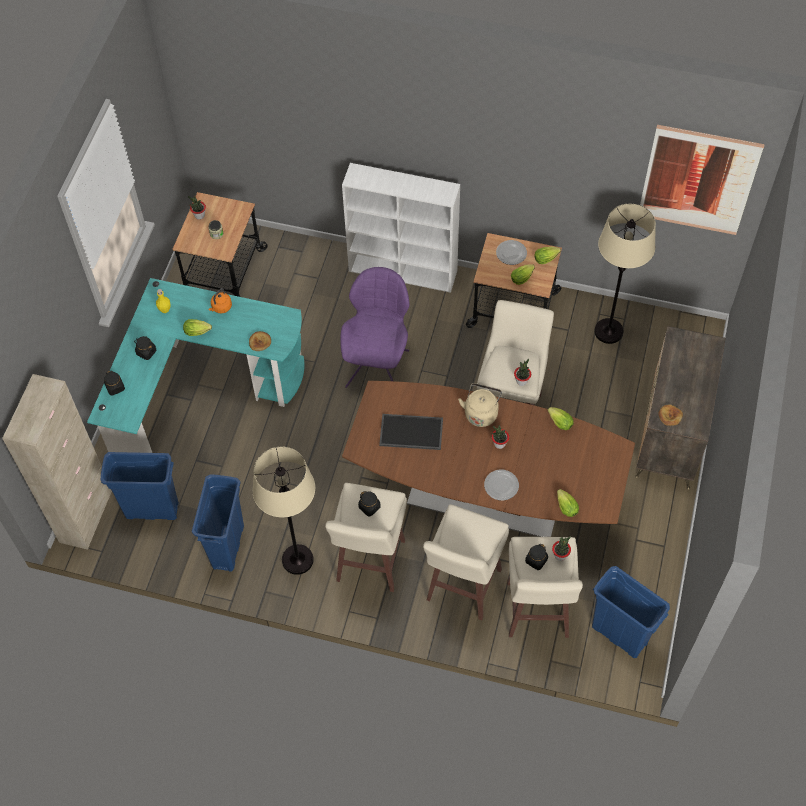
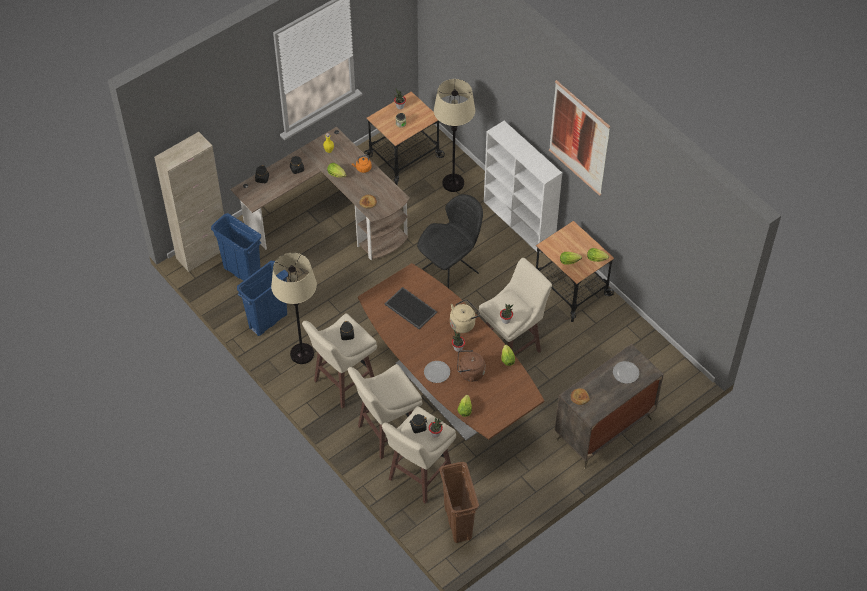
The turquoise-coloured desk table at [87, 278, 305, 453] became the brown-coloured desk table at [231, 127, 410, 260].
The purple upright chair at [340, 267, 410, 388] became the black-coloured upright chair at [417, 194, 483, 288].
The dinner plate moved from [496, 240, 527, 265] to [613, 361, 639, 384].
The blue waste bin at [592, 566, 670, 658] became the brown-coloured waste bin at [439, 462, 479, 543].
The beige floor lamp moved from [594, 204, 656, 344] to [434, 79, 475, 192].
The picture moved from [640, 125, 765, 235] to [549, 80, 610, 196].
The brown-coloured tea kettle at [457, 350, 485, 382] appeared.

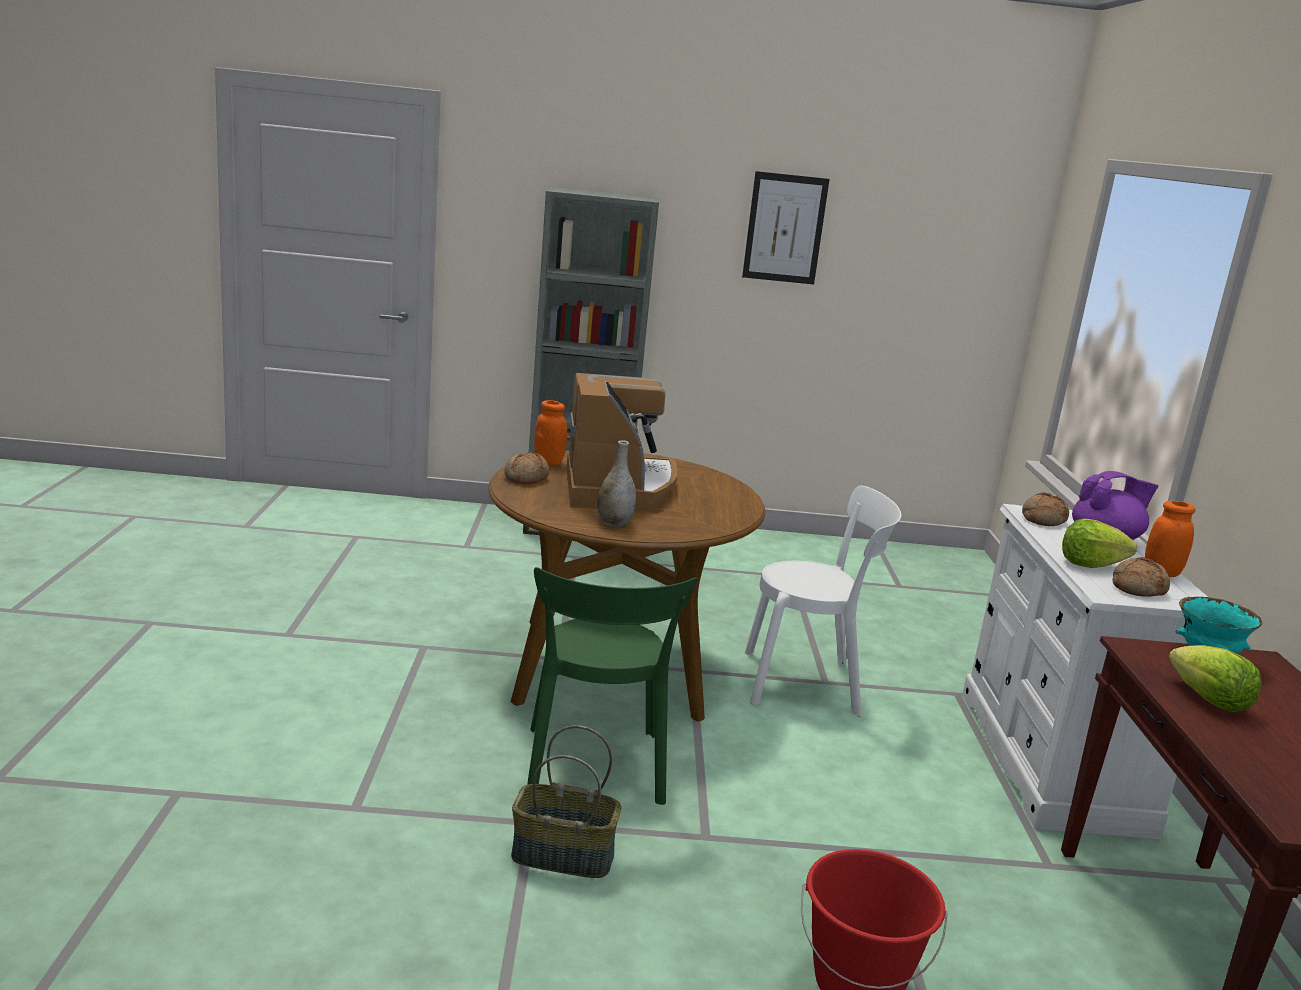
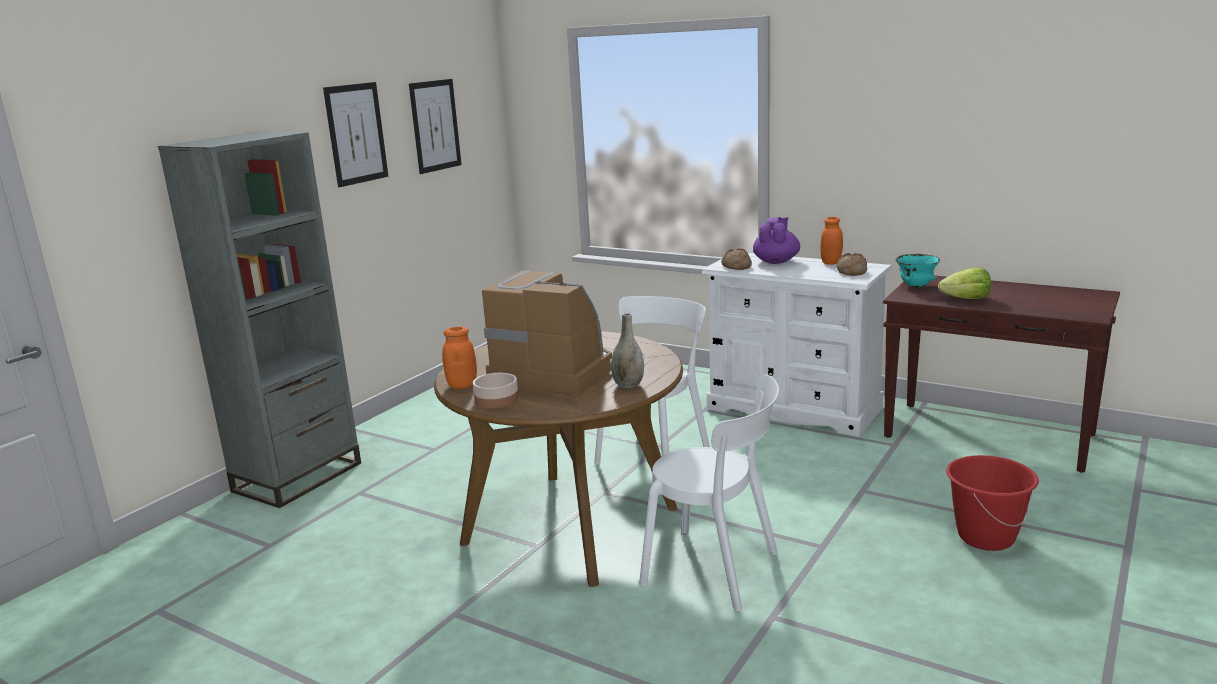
The bakery bread at [504, 452, 549, 484] was replaced by the bowl at [473, 373, 518, 408].
The household basket at [511, 725, 621, 878] disappeared.
The green-coloured upright chair at [527, 567, 698, 805] became the whitish upright chair at [639, 374, 779, 612].
The lettuce head at [1062, 519, 1137, 568] disappeared.
The picture at [409, 79, 462, 174] appeared.

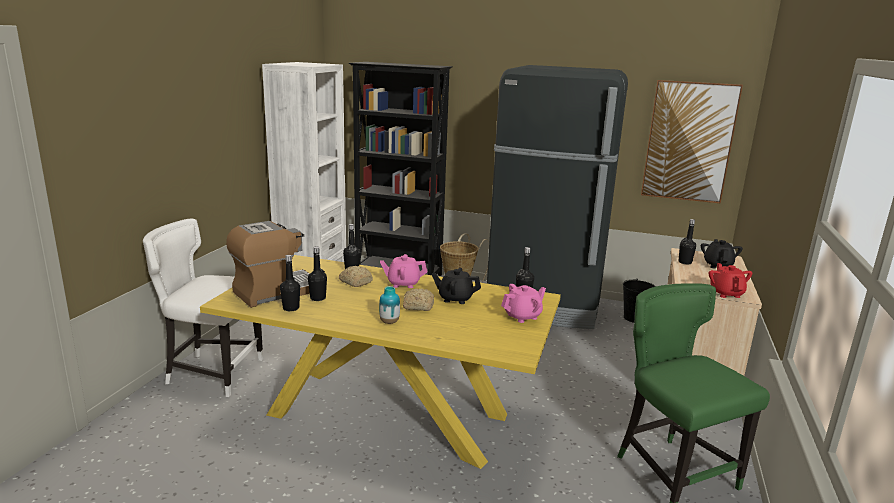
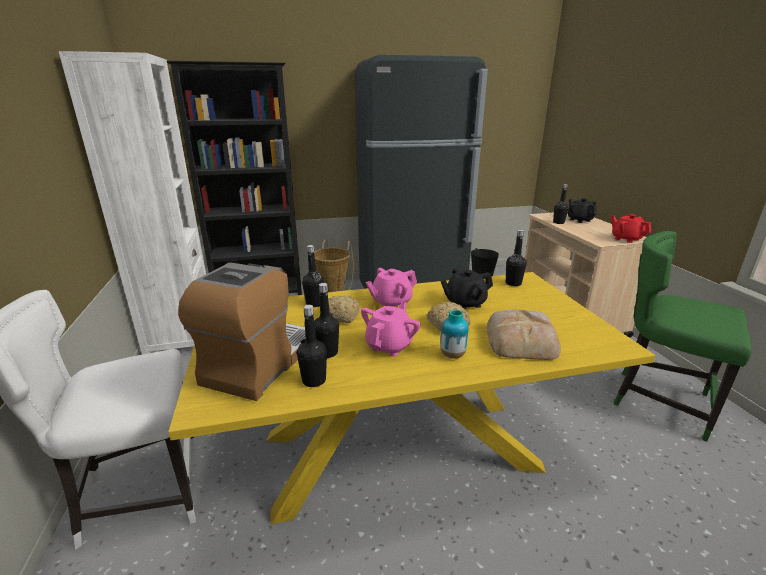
The pinkish teapot moved from [501, 284, 546, 323] to [361, 301, 421, 357].
The picture at [641, 80, 743, 203] disappeared.
The bakery bread at [487, 309, 561, 360] appeared.

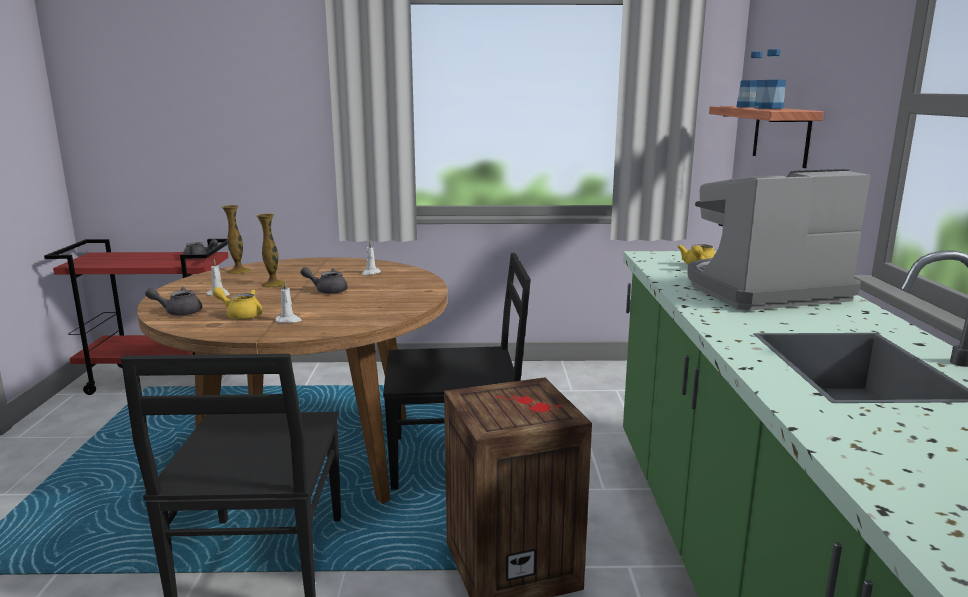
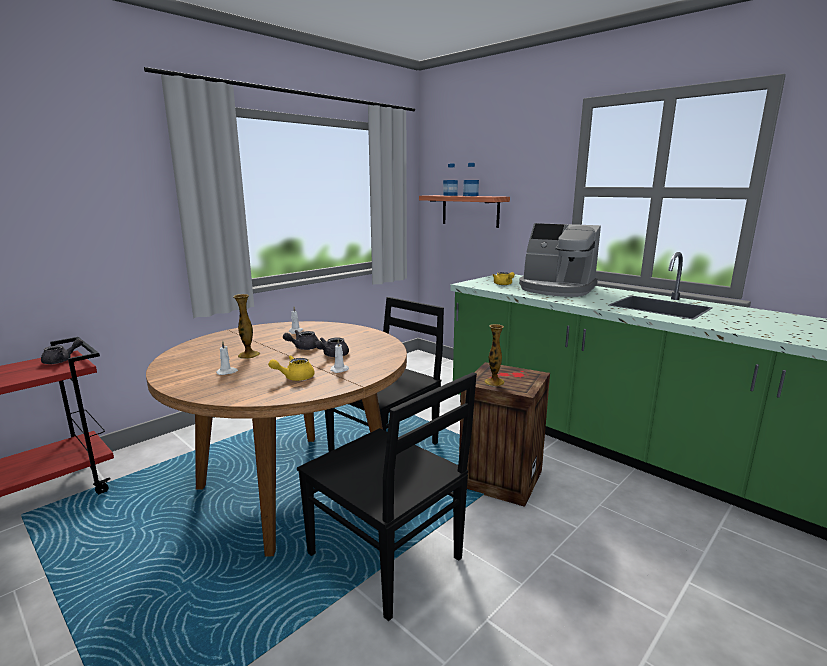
The grey teapot moved from [145, 287, 202, 316] to [315, 337, 349, 357].
The flower vase moved from [222, 205, 251, 274] to [484, 324, 505, 386].
The coffee maker at [687, 169, 871, 311] turned 90 degrees counterclockwise.

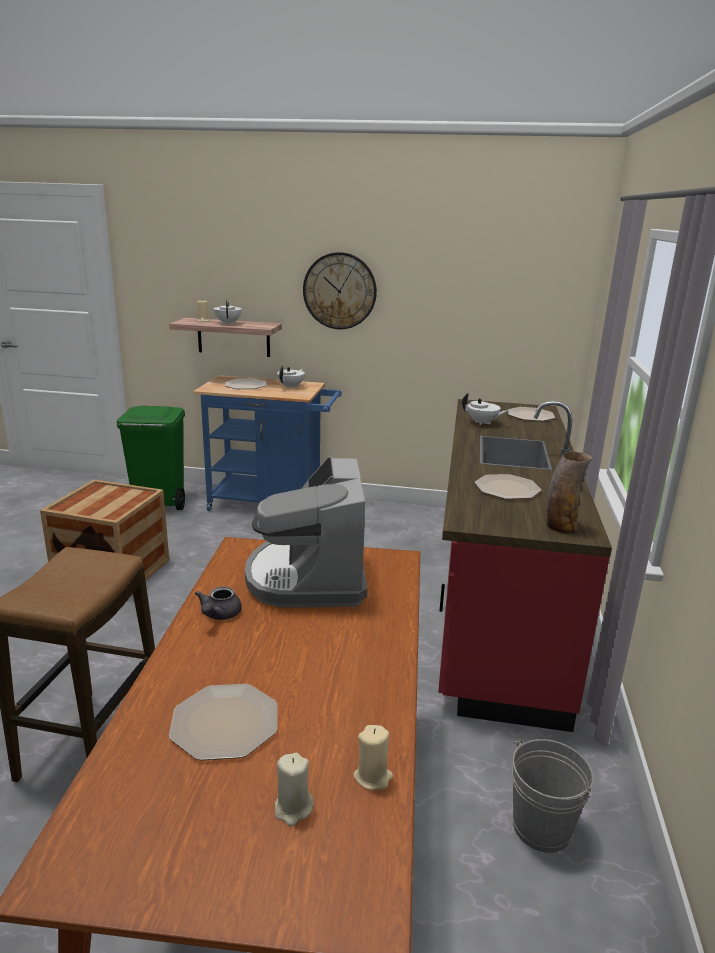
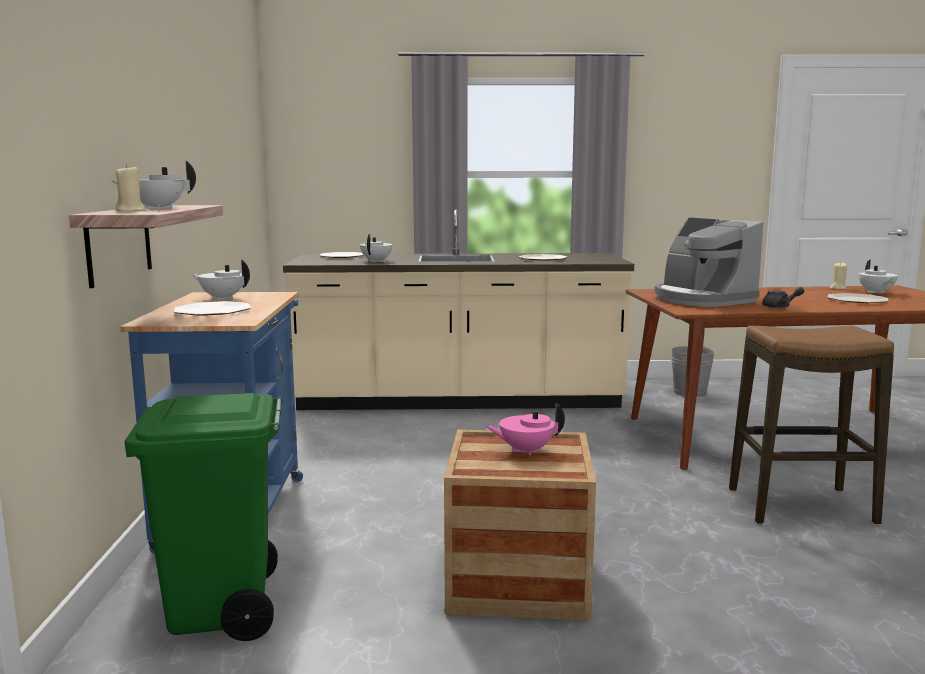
The coffee maker at [245, 457, 367, 608] turned 75 degrees clockwise.
The beige candle at [275, 753, 313, 826] was replaced by the whitish teapot at [859, 260, 898, 294].
The clock on the wall at [303, 252, 377, 329] disappeared.
The red counter at [438, 399, 612, 732] became the beige counter at [283, 210, 634, 410].
The flower vase at [547, 451, 592, 533] disappeared.
The pinkish teapot at [485, 403, 565, 456] appeared.

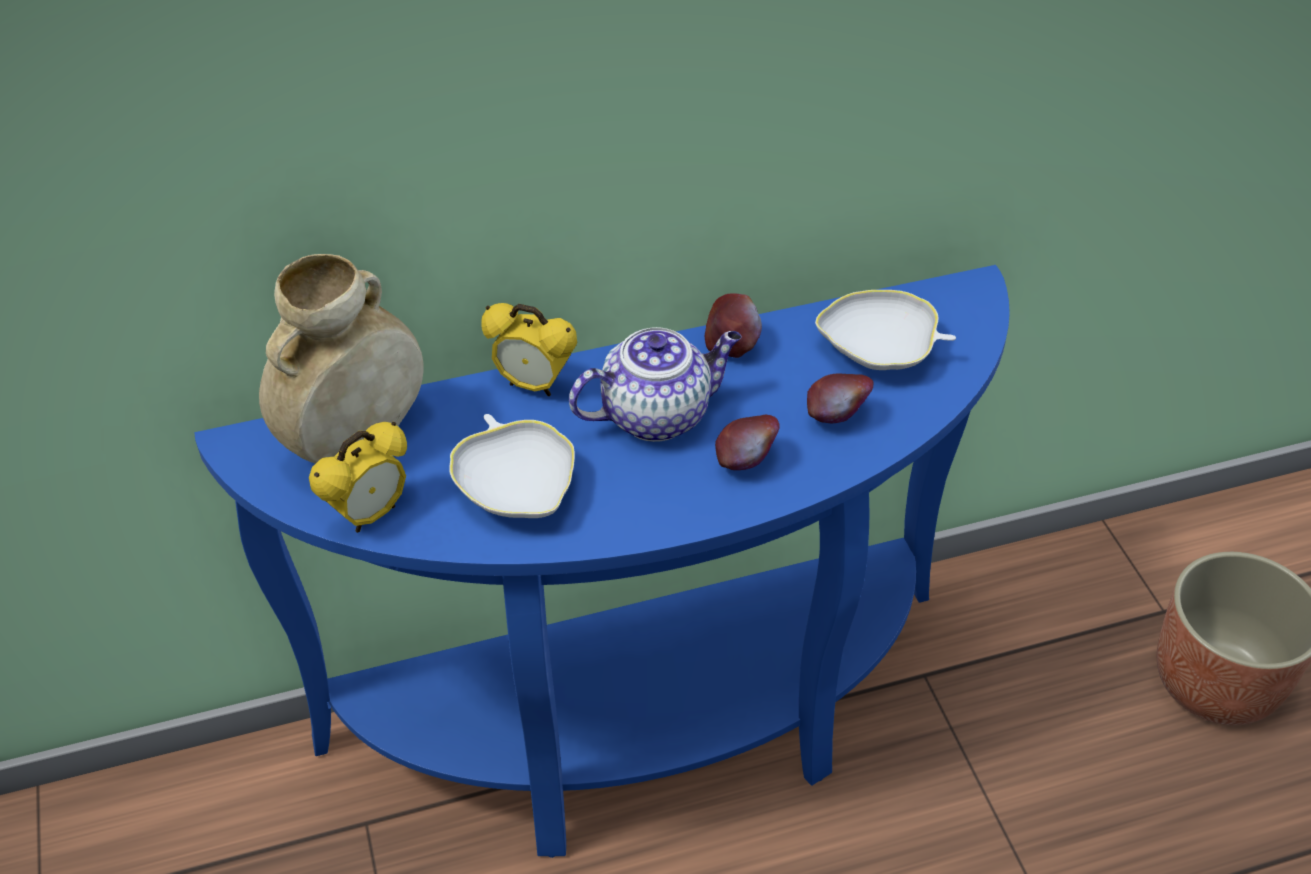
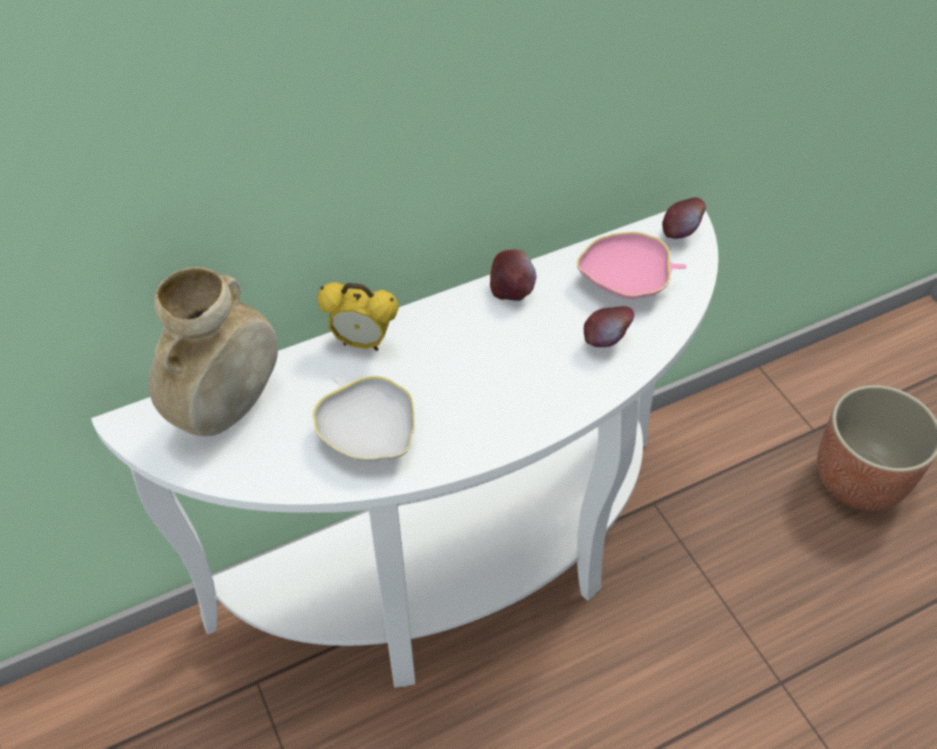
The blue hall table at [194, 265, 1010, 858] became the whitish hall table at [91, 210, 718, 688].
The table clock at [309, 422, 407, 533] disappeared.
The teapot at [569, 327, 741, 442] disappeared.
The whole apple moved from [715, 415, 780, 470] to [662, 197, 706, 239].
The whitish bowl at [815, 290, 956, 370] became the pinkish bowl at [577, 232, 687, 299].

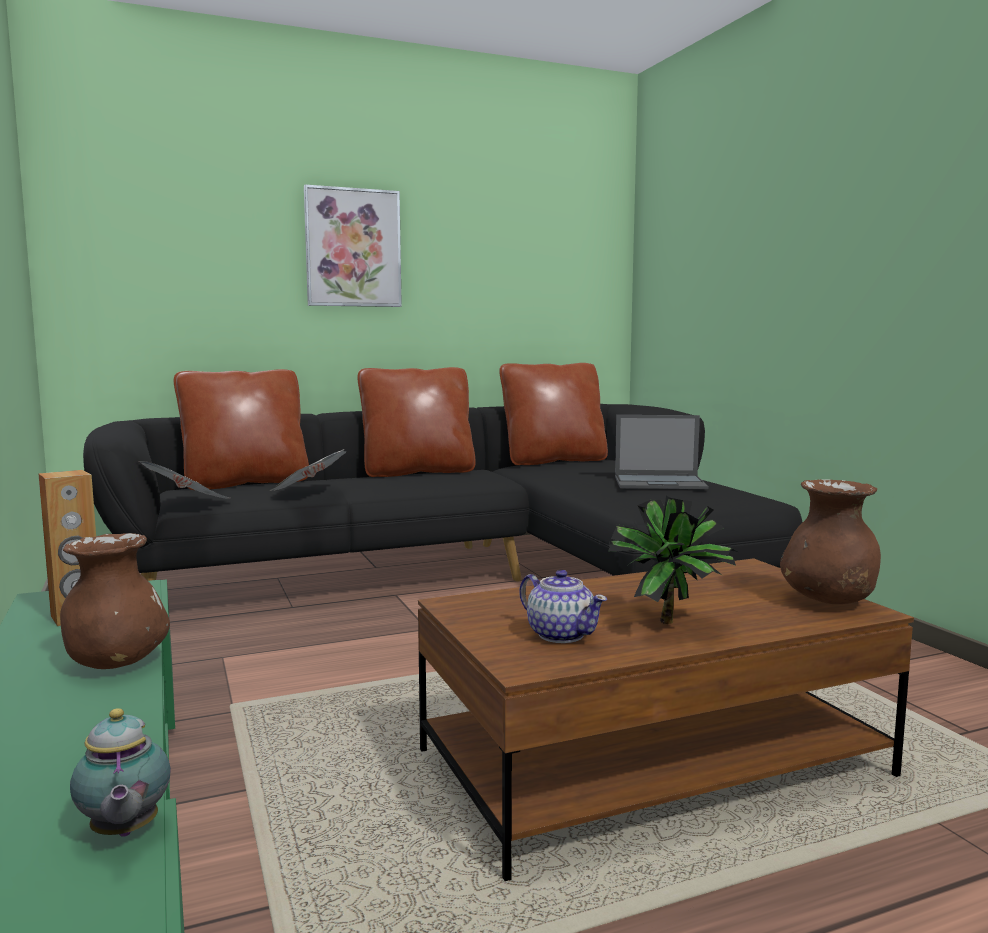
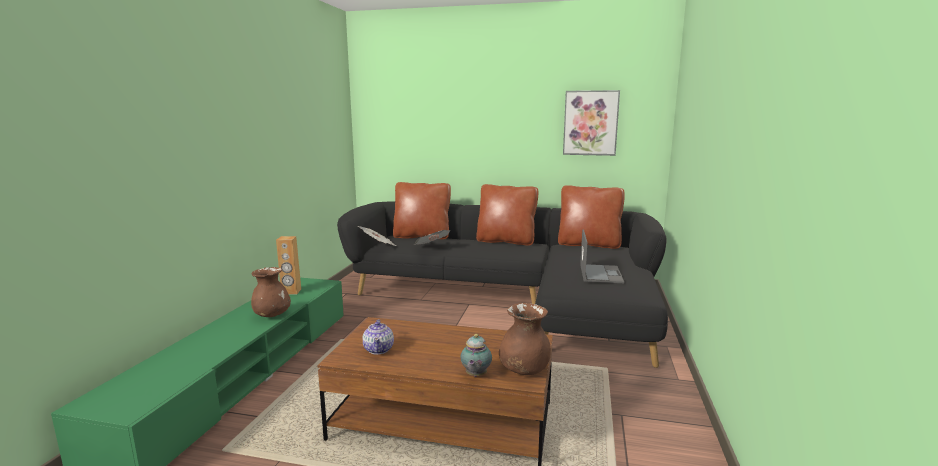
The teapot moved from [70, 708, 171, 837] to [460, 334, 492, 377].
The picture moved from [304, 184, 402, 307] to [563, 90, 620, 156].
The plant in a pot at [609, 496, 737, 624] disappeared.
The laptop at [615, 415, 709, 489] turned 120 degrees counterclockwise.

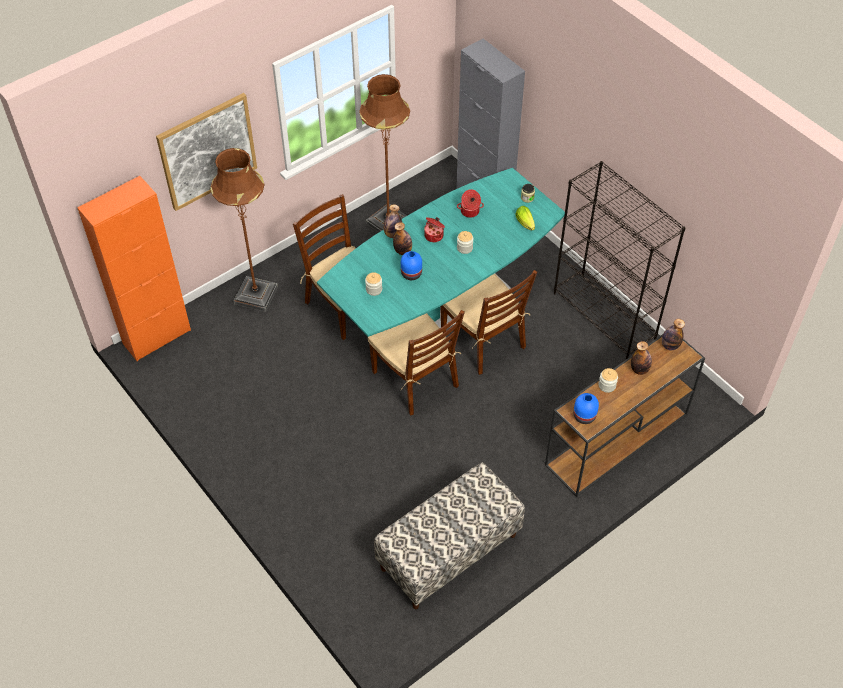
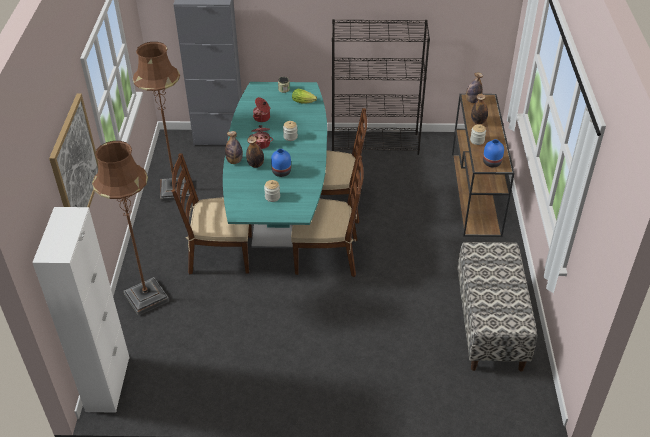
The orange-coloured storage cabinet at [77, 176, 191, 361] became the whitish storage cabinet at [32, 207, 130, 413].

